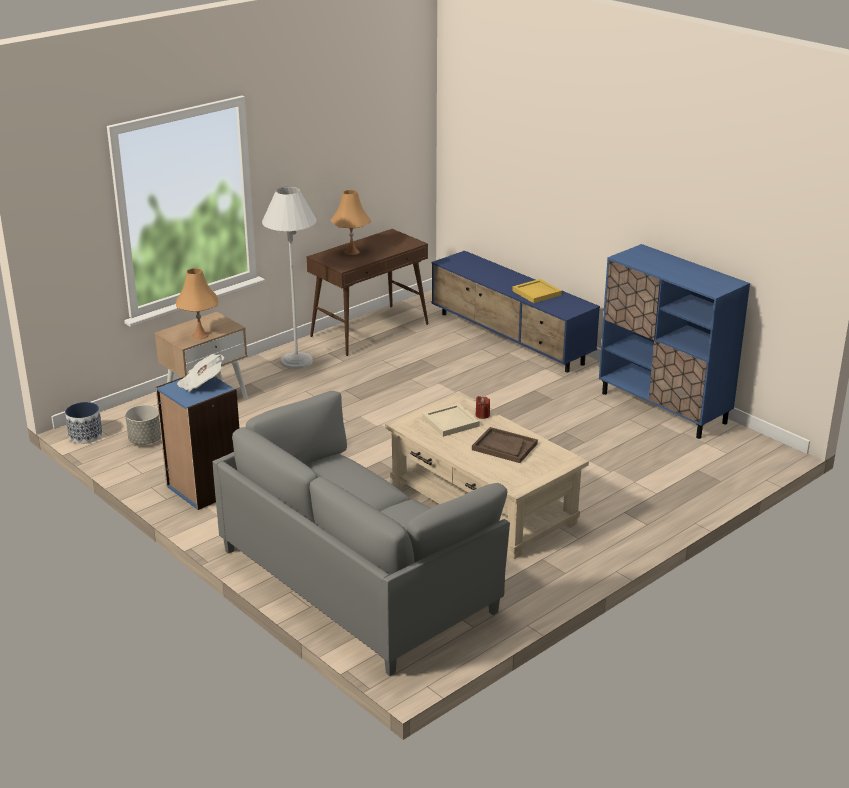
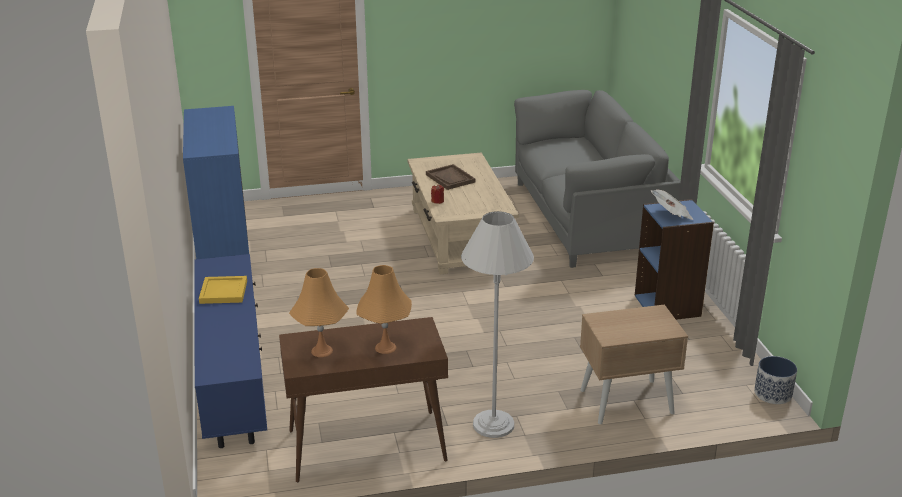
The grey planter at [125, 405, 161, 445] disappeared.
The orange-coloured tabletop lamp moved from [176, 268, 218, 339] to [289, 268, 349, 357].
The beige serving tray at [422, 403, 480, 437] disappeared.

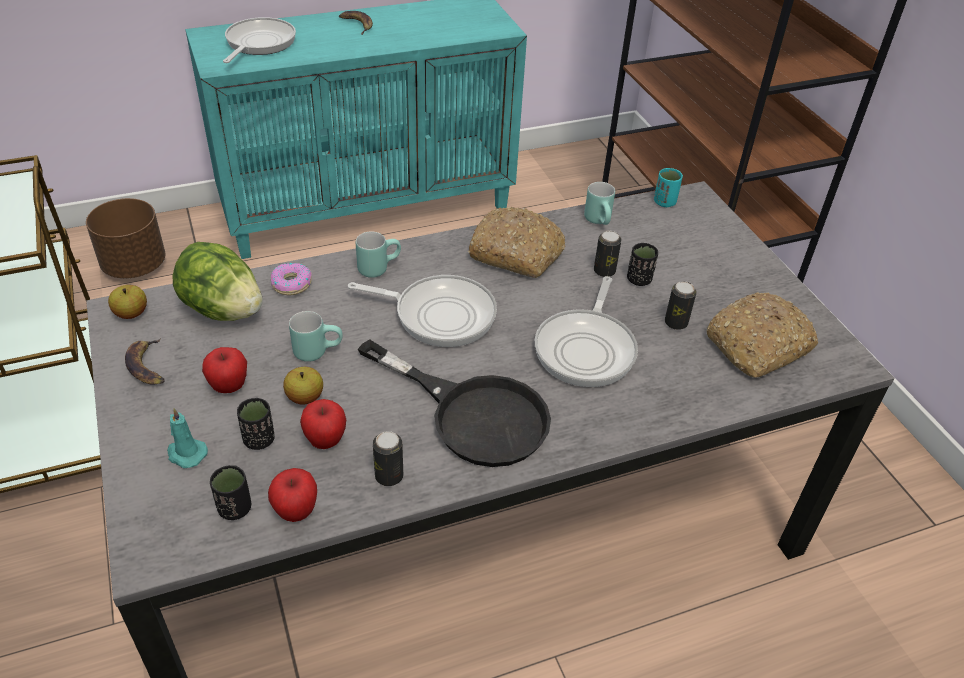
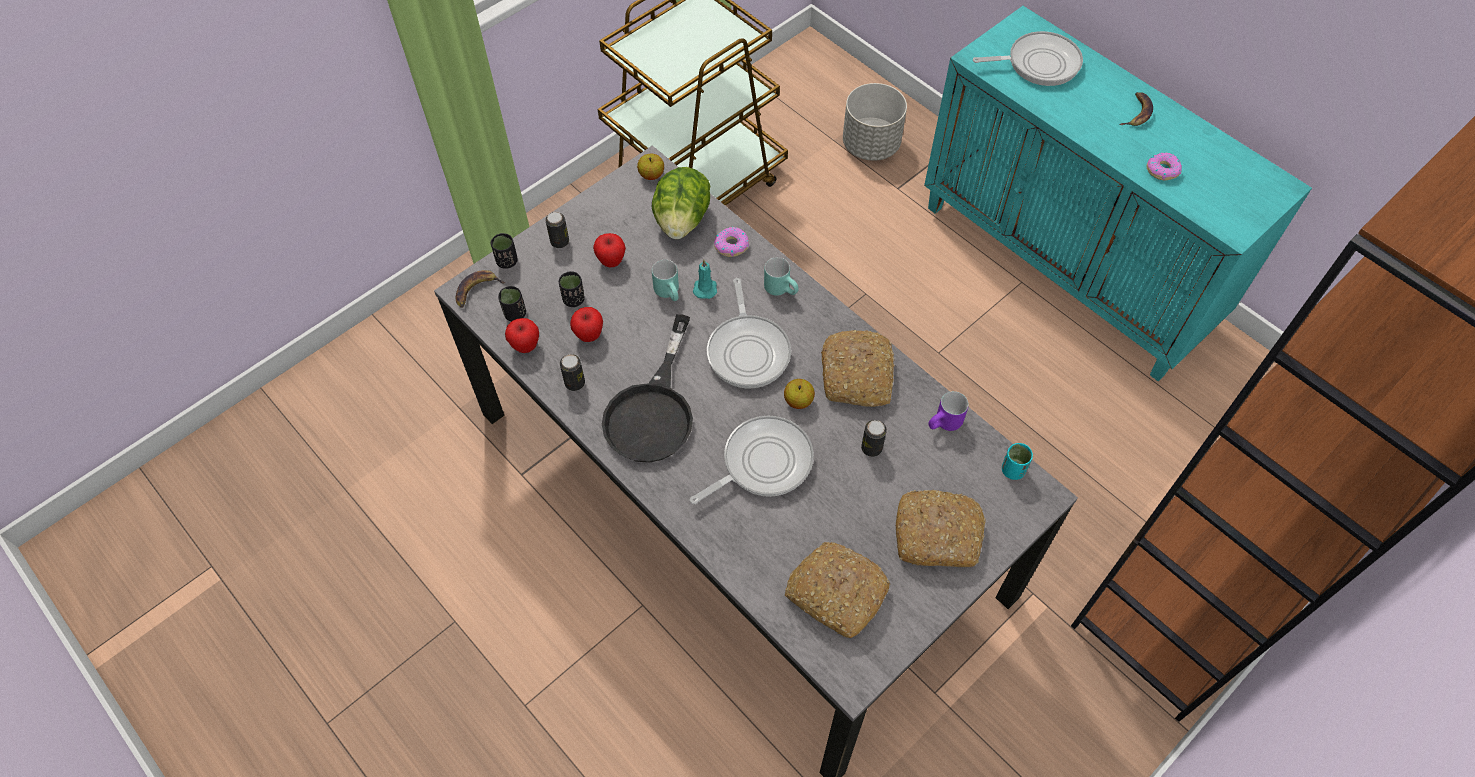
The brown-coloured planter at [86, 198, 165, 278] became the grey planter at [843, 83, 907, 161].
The banana fruit moved from [125, 338, 164, 385] to [456, 270, 506, 308].
The turquoise-coloured candle moved from [167, 408, 208, 468] to [693, 260, 717, 299].
The whole apple moved from [283, 367, 323, 404] to [784, 379, 815, 409].
The skillet at [535, 276, 638, 387] turned 150 degrees clockwise.
The turquoise-coloured mug at [584, 182, 615, 225] became the purple mug at [928, 391, 969, 431].
The black-coloured cup moved from [627, 243, 658, 286] to [491, 233, 518, 269].
The can moved from [665, 281, 697, 330] to [545, 212, 569, 248].
The bakery bread at [896, 490, 986, 567] appeared.
The donut at [1147, 152, 1182, 180] appeared.

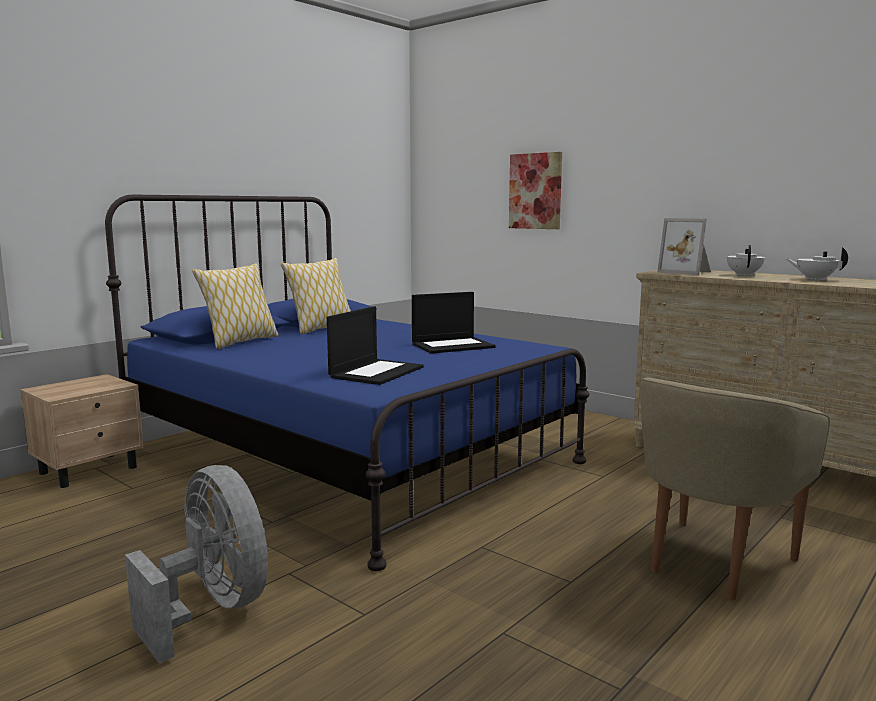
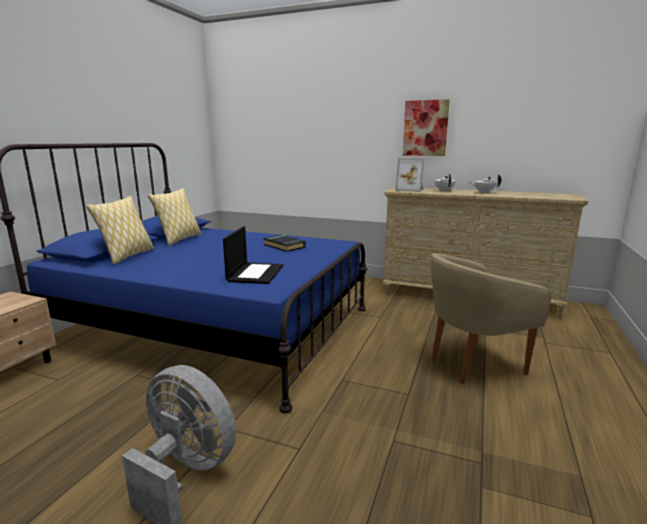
The laptop at [412, 292, 496, 354] was replaced by the black-coloured book at [264, 235, 306, 252].
The picture moved from [509, 152, 562, 229] to [403, 99, 450, 156].
The beige lounge chair at [640, 377, 830, 600] turned 45 degrees clockwise.

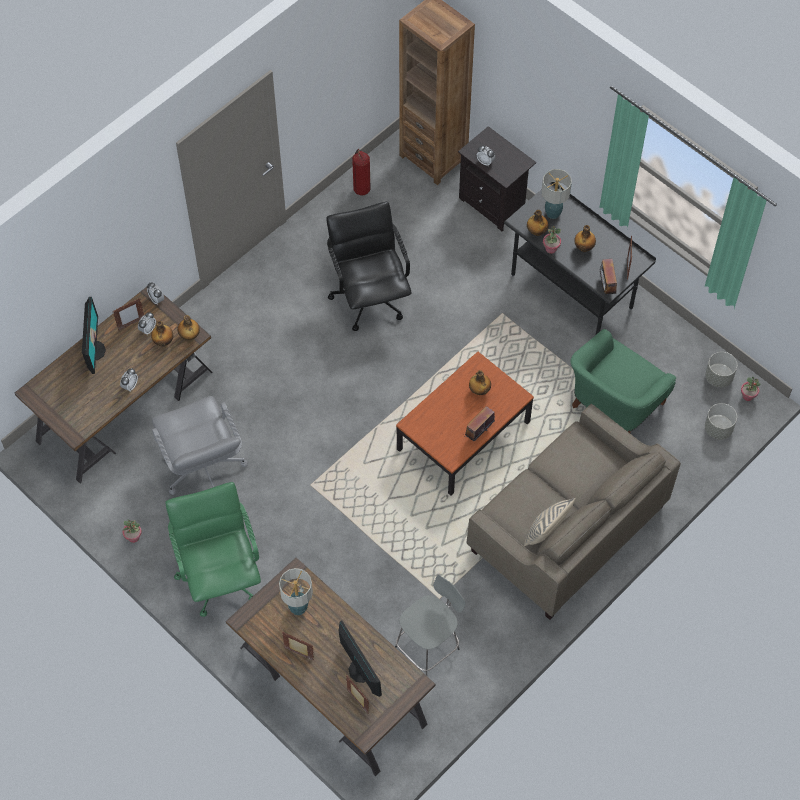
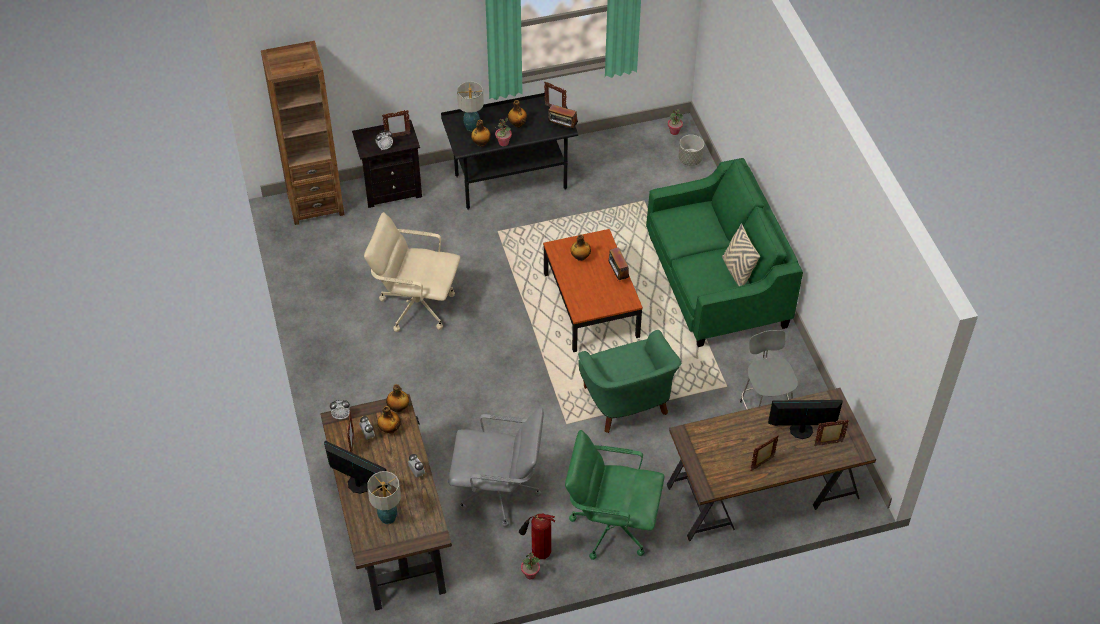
The tabletop lamp moved from [279, 568, 313, 615] to [367, 471, 401, 524].
The black-coloured office chair at [326, 202, 411, 331] became the beige office chair at [364, 212, 461, 332].
The fire extinguisher moved from [352, 149, 371, 195] to [519, 514, 555, 559].
The beige sofa at [466, 404, 681, 620] became the green-coloured sofa at [646, 158, 803, 347].
The green-coloured lounge chair moved from [570, 329, 676, 433] to [578, 330, 681, 433].
The grey planter at [705, 352, 737, 388] disappeared.
The picture frame at [382, 110, 411, 137] appeared.

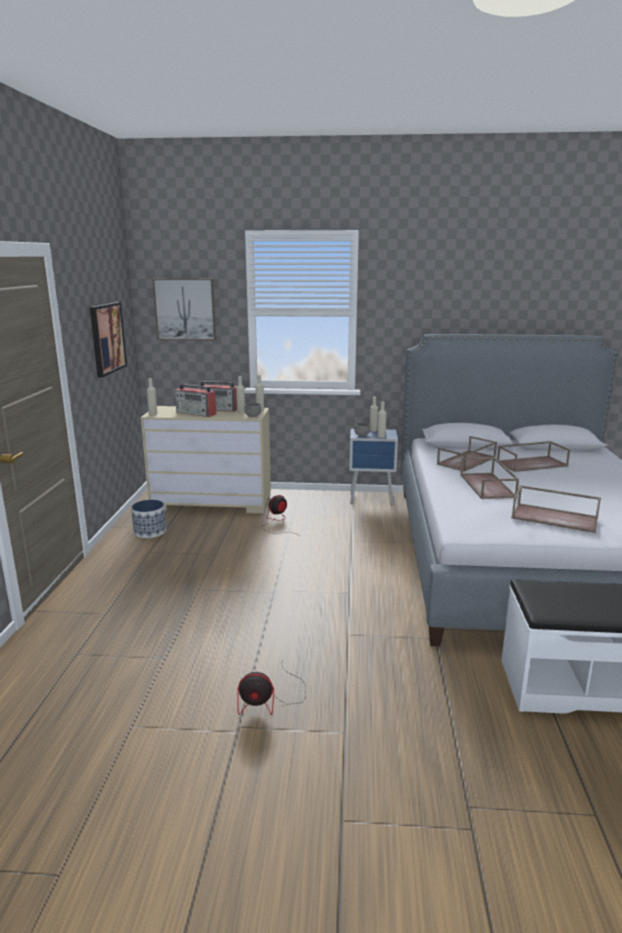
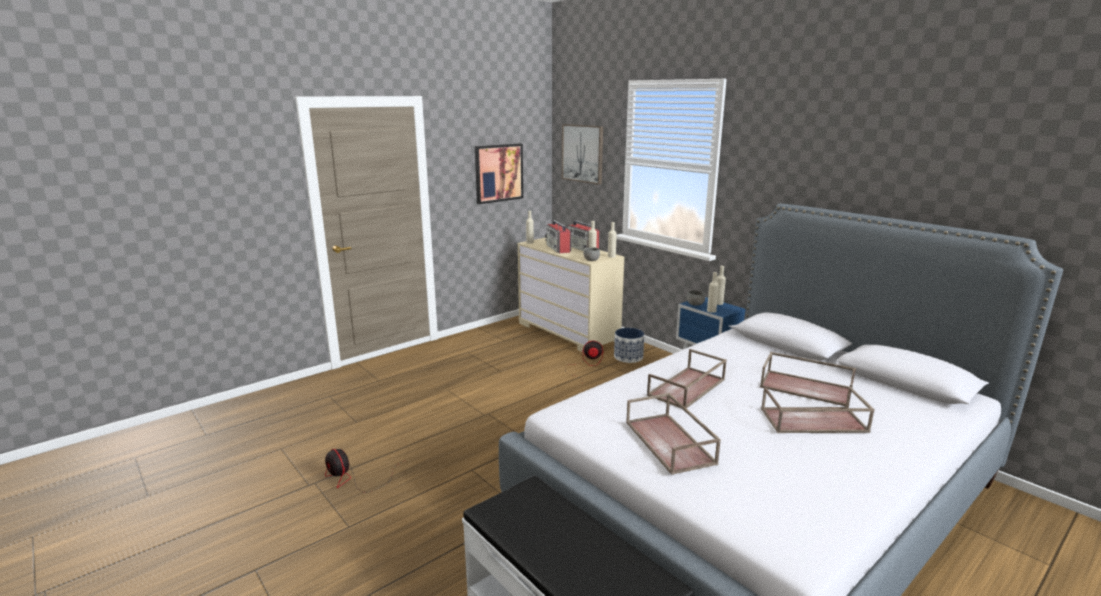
The planter moved from [131, 500, 166, 538] to [614, 328, 644, 363].
The brown-coloured serving tray moved from [437, 436, 497, 472] to [761, 387, 875, 433].

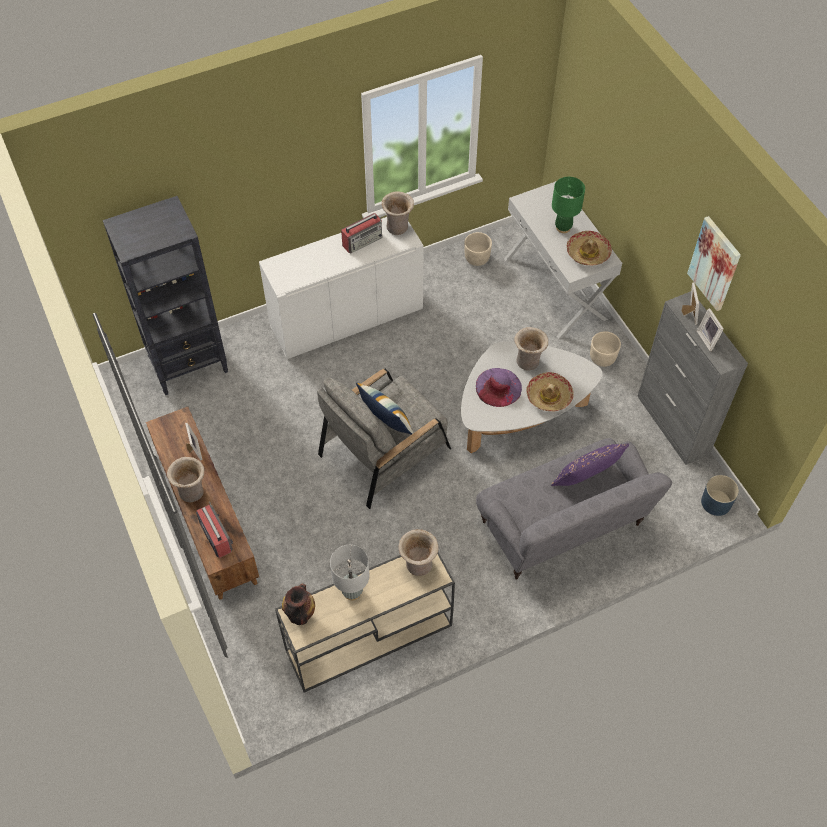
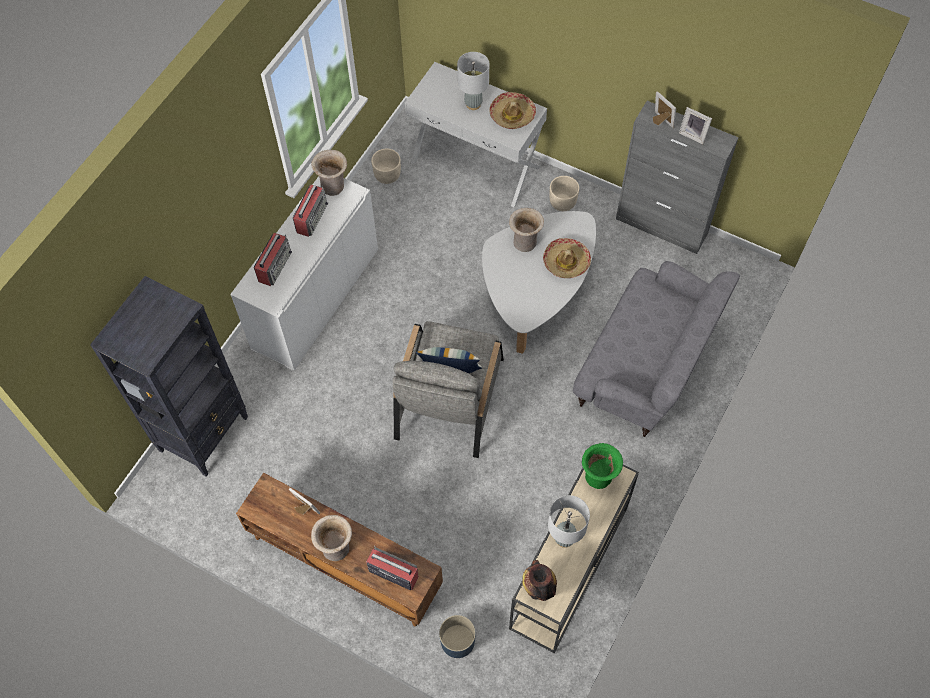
The beige flower vase at [398, 529, 439, 576] became the green-coloured flower vase at [582, 443, 623, 489].
The purple clothing hat at [476, 368, 522, 407] disappeared.
The purple cushion at [551, 444, 630, 486] disappeared.
The green-coloured tabletop lamp at [552, 177, 585, 233] became the grey tabletop lamp at [457, 52, 489, 110].
The picture at [687, 216, 741, 311] disappeared.
The blue planter moved from [701, 475, 739, 516] to [439, 615, 475, 658].
The radio set at [254, 233, 292, 286] appeared.

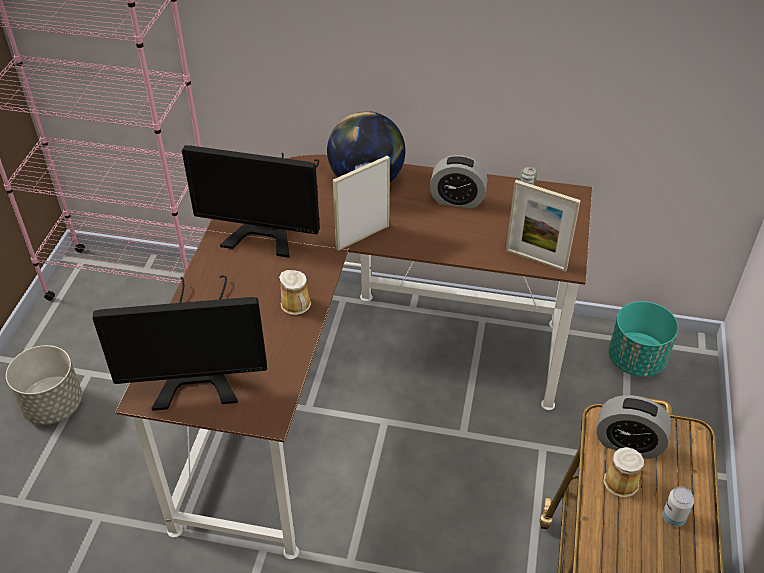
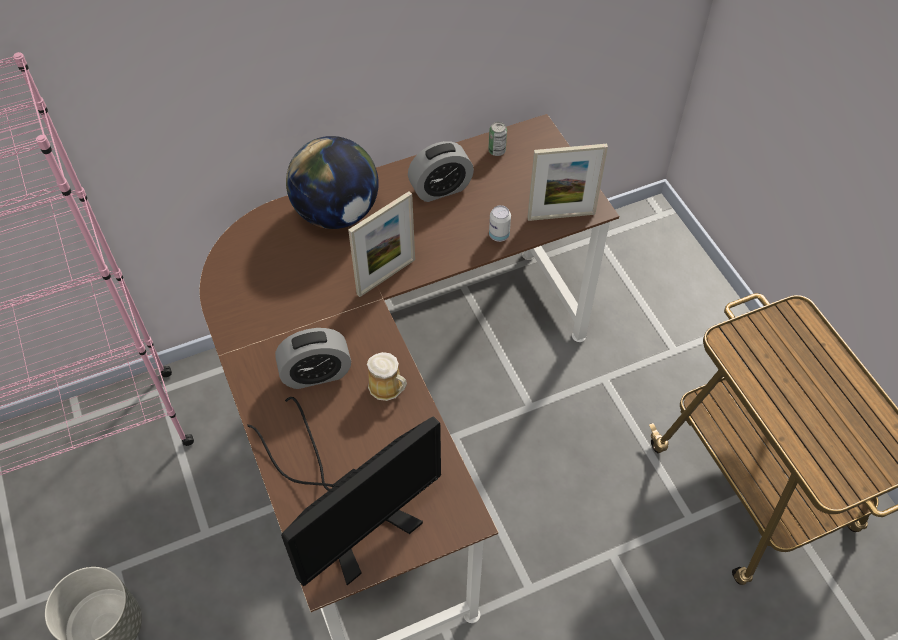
The computer screen at [182, 145, 320, 258] disappeared.
The picture frame at [333, 156, 390, 251] turned 150 degrees counterclockwise.
The table clock moved from [596, 395, 672, 459] to [275, 328, 351, 389].
The mug at [603, 447, 644, 497] disappeared.
The turquoise-coloured planter at [609, 301, 678, 377] disappeared.
The can moved from [662, 487, 694, 526] to [489, 205, 511, 242].

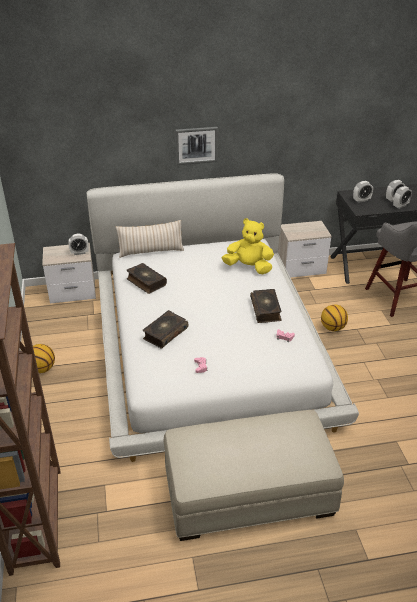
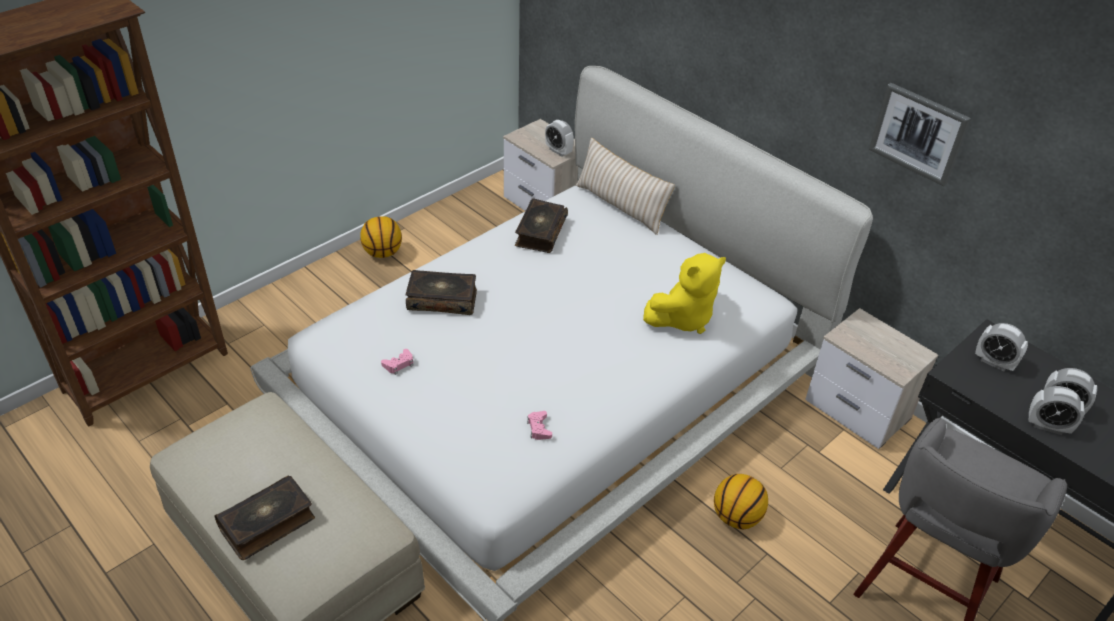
The picture moved from [175, 127, 218, 165] to [869, 83, 971, 186].
The yellow-coloured soft toy at [222, 218, 274, 274] turned 75 degrees clockwise.
The book moved from [250, 289, 282, 323] to [215, 476, 315, 560].

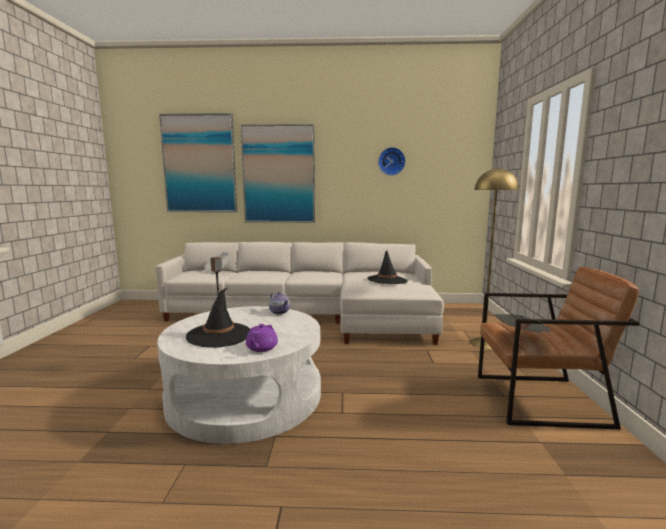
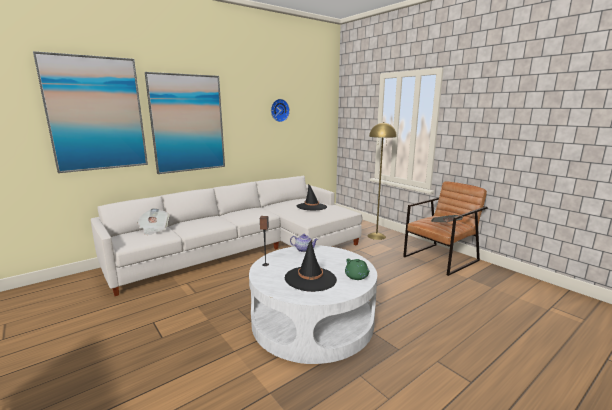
The purple teapot at [246, 324, 278, 352] became the green-coloured teapot at [345, 259, 370, 280].

